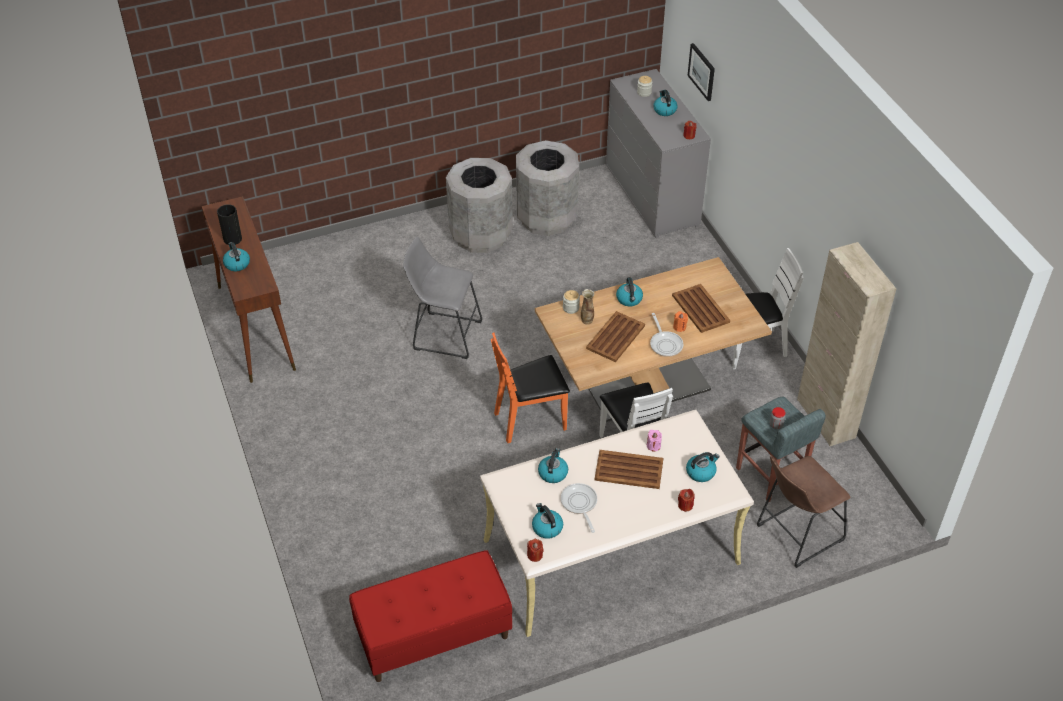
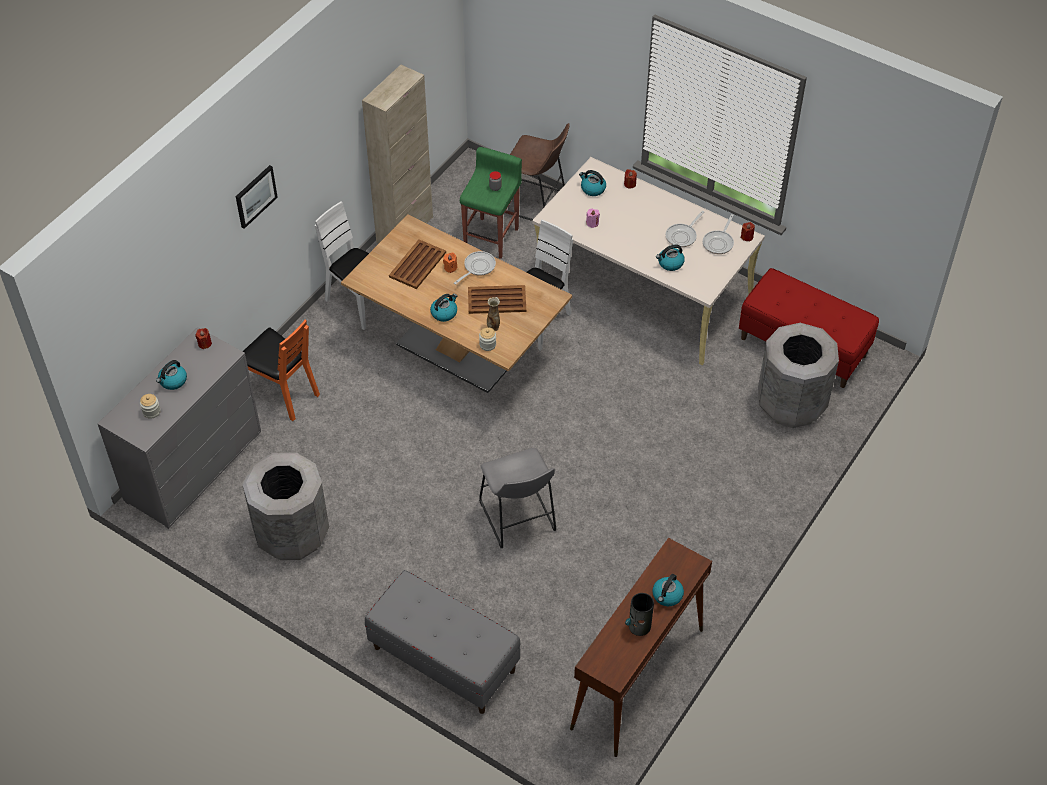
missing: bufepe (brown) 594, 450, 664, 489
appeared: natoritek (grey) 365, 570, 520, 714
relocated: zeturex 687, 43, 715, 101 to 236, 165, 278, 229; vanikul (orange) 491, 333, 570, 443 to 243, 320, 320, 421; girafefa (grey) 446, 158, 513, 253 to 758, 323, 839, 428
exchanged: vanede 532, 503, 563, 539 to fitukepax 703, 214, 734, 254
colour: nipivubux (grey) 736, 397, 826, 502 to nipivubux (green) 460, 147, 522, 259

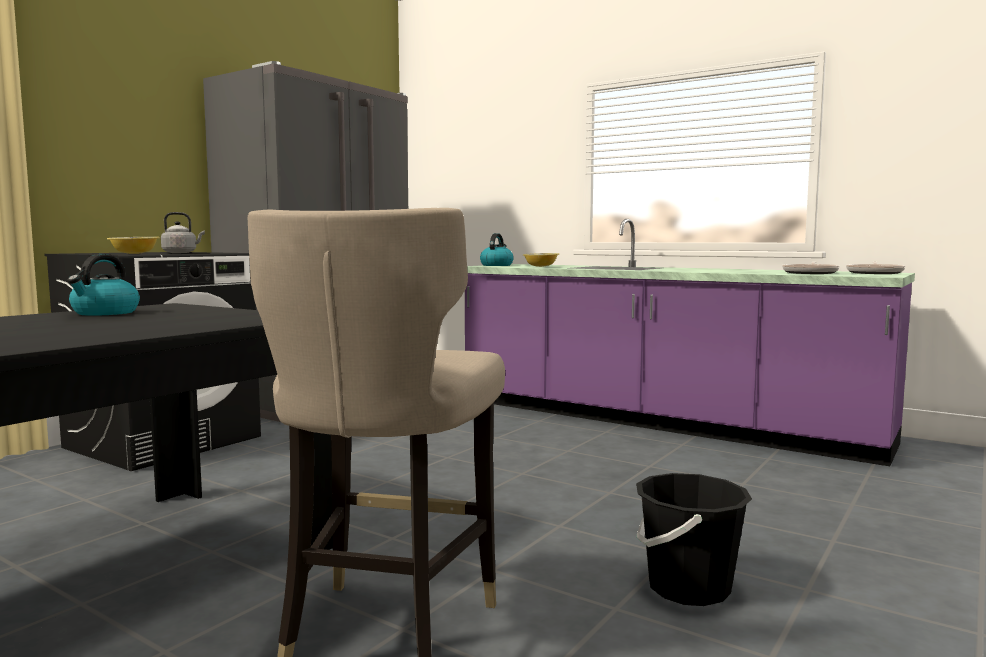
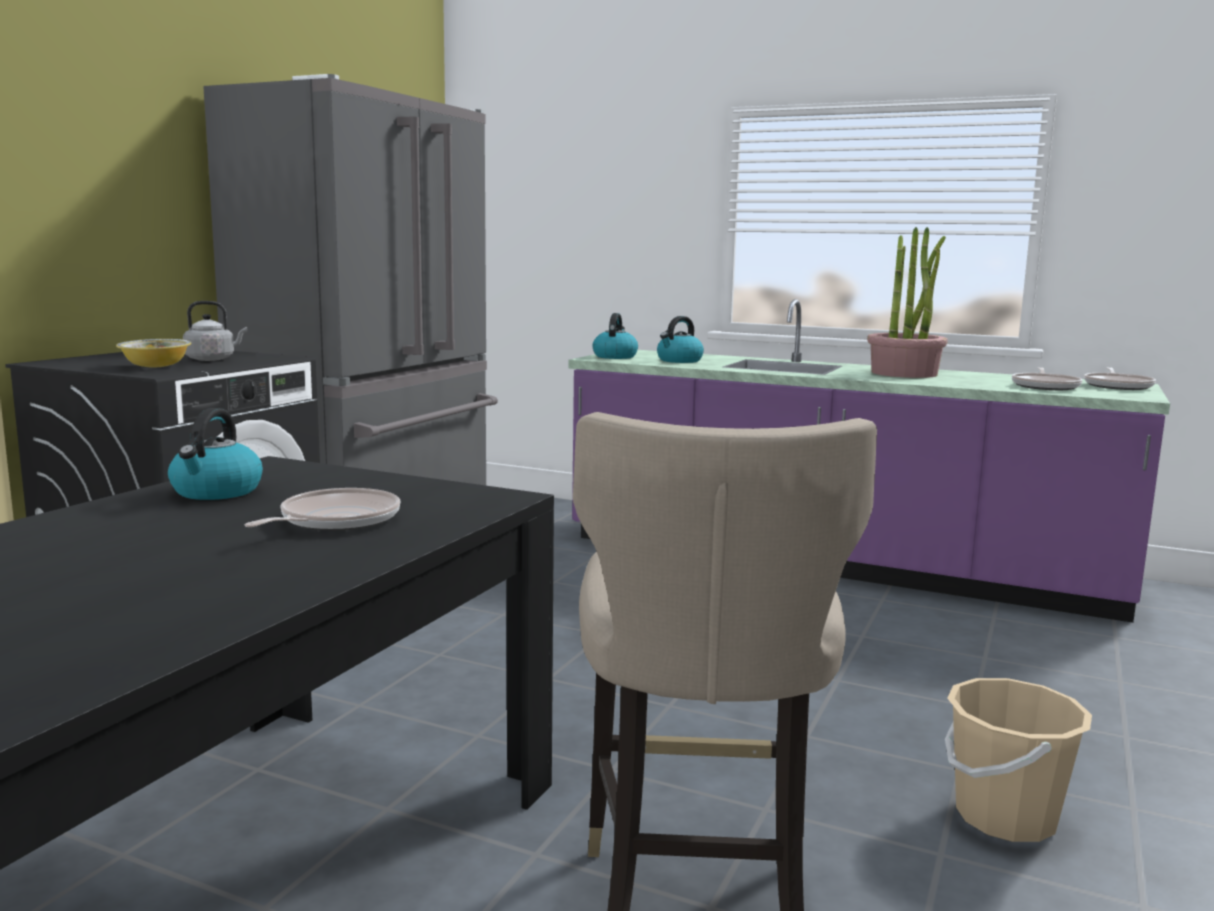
appeared: fitukepax 245, 488, 400, 531; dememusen 867, 227, 948, 378
exchanged: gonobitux 523, 253, 559, 267 to vanede 657, 316, 704, 363
colour: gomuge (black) 636, 473, 752, 606 to gomuge (beige) 945, 678, 1092, 842

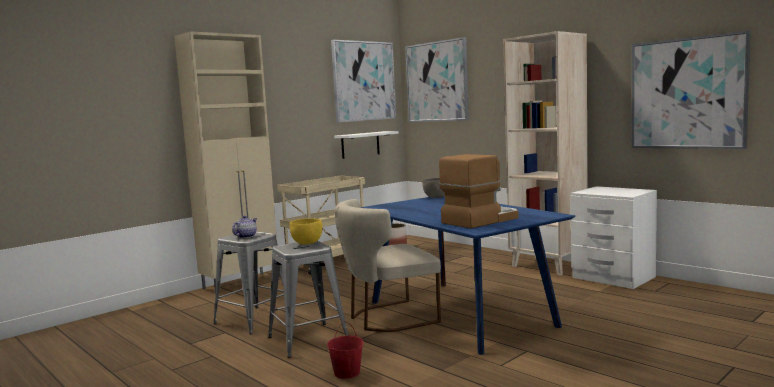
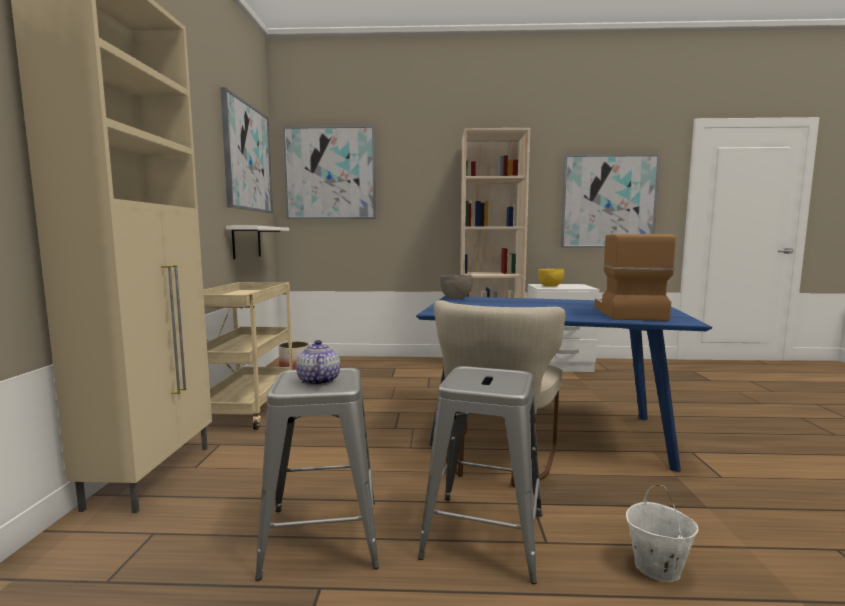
relocated: gonobitux (yellow) 290, 218, 322, 245 to 538, 269, 564, 287
colour: gomuge (red) 327, 321, 364, 379 to gomuge (white) 626, 485, 698, 582

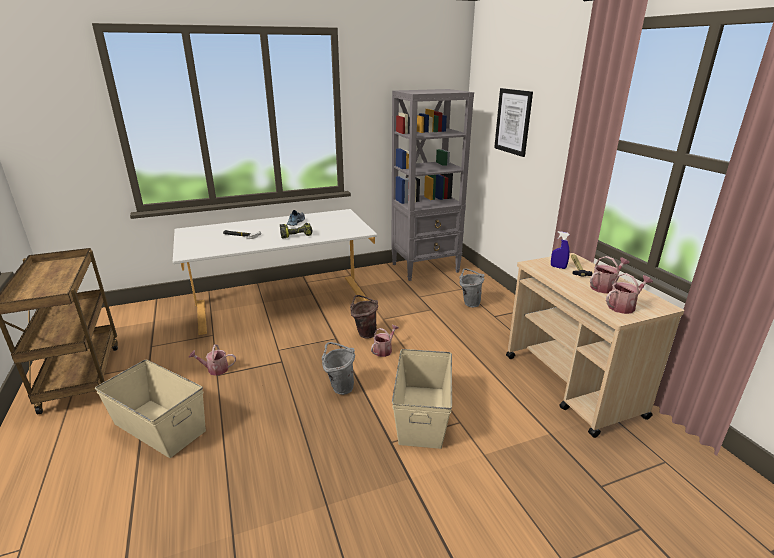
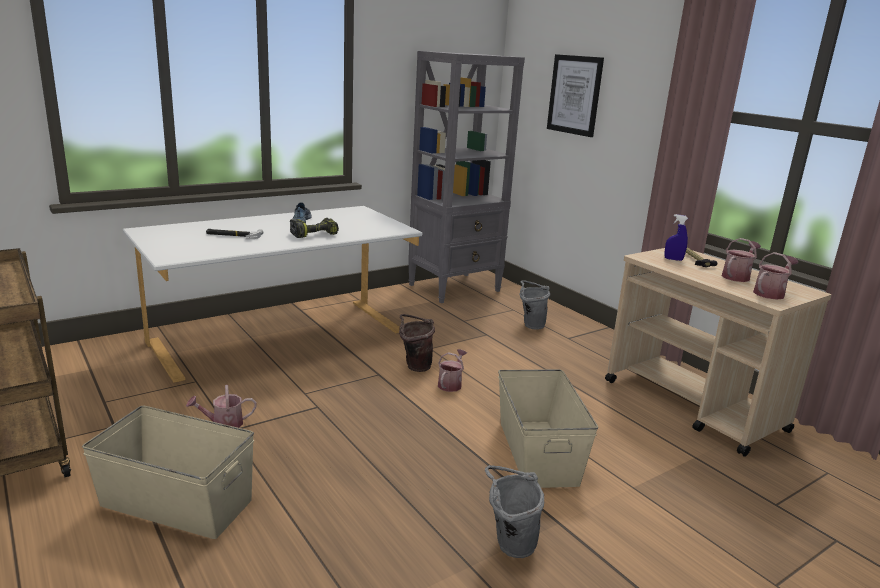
relocated: gomuge (grey) 322, 342, 355, 395 to 485, 465, 544, 558

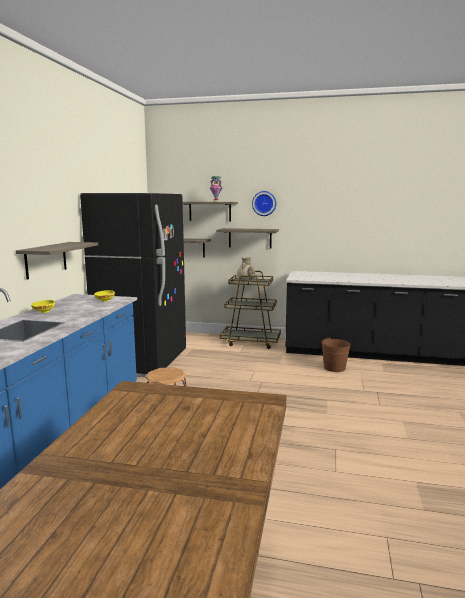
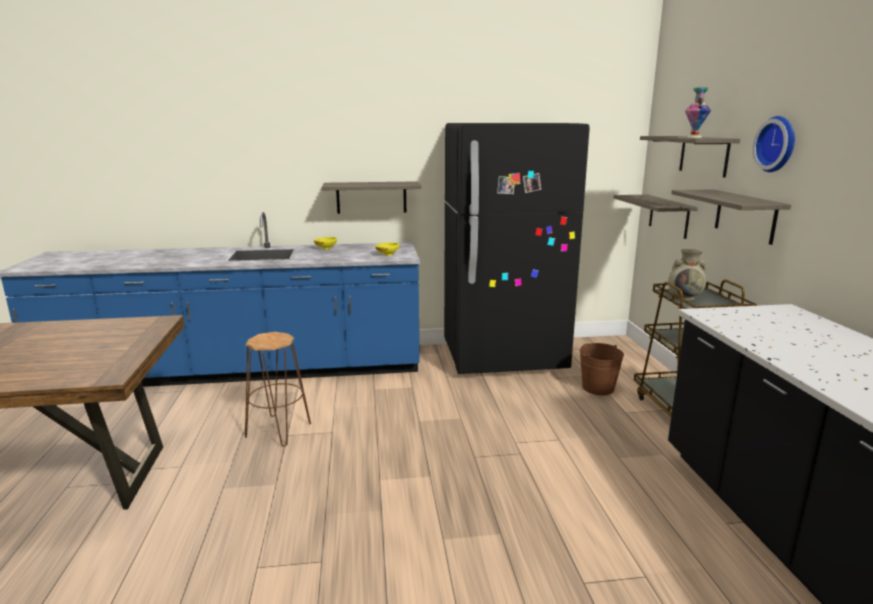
relocated: gomuge (brown) 321, 337, 351, 372 to 580, 343, 624, 395

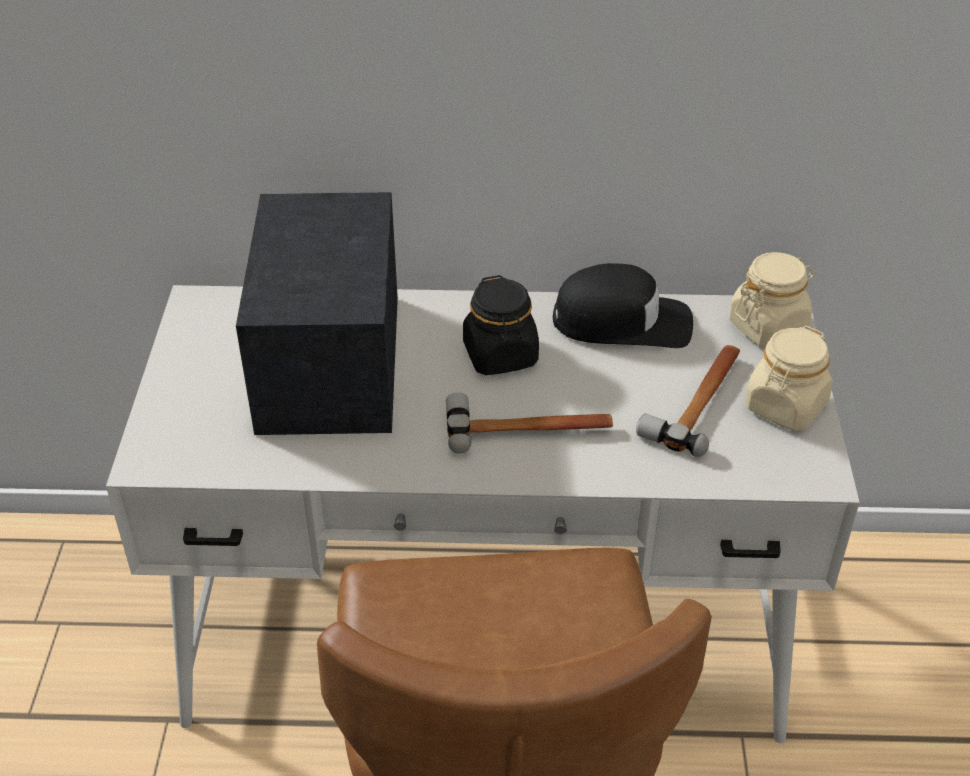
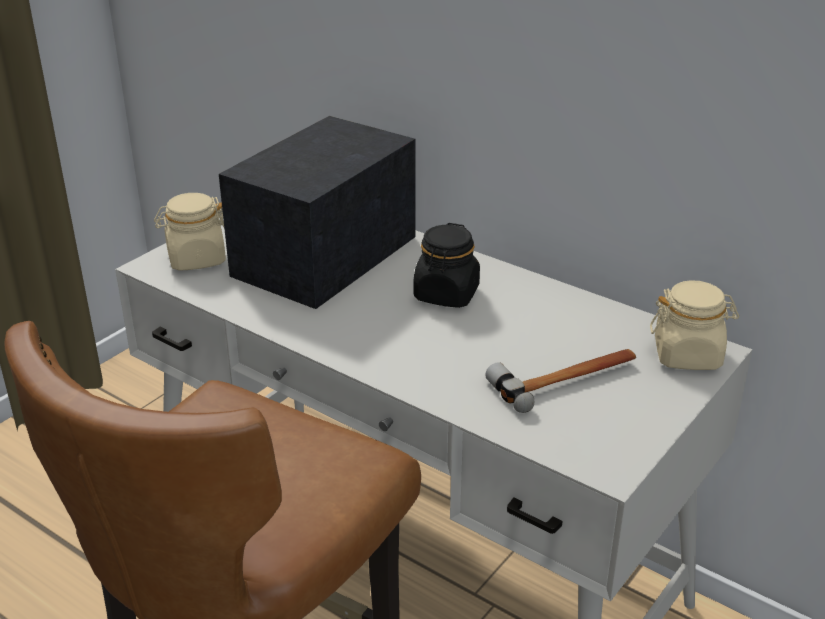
missing: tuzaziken 446, 392, 613, 454; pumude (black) 553, 263, 693, 348
relocated: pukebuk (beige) 745, 326, 833, 431 to 154, 193, 226, 271

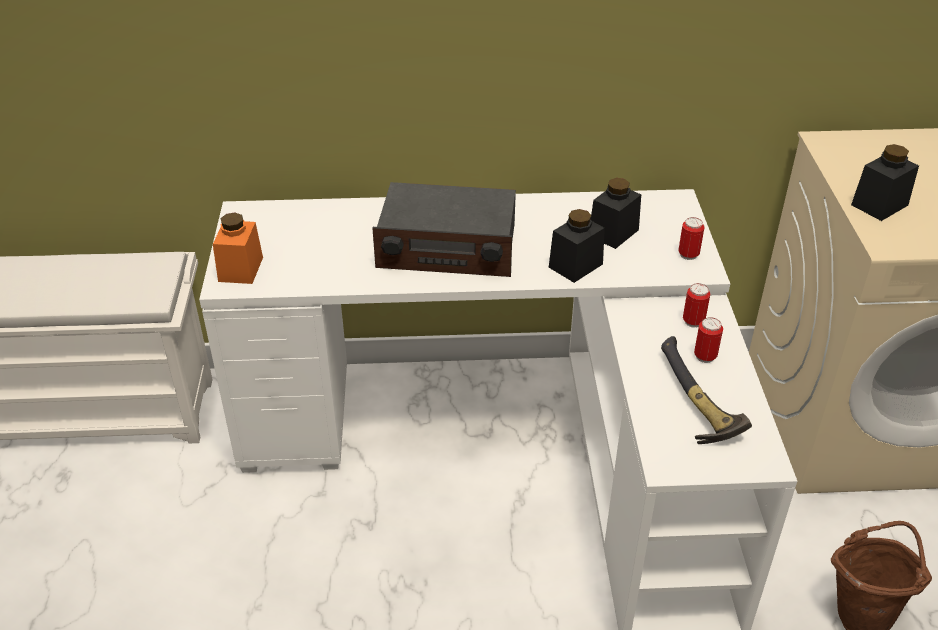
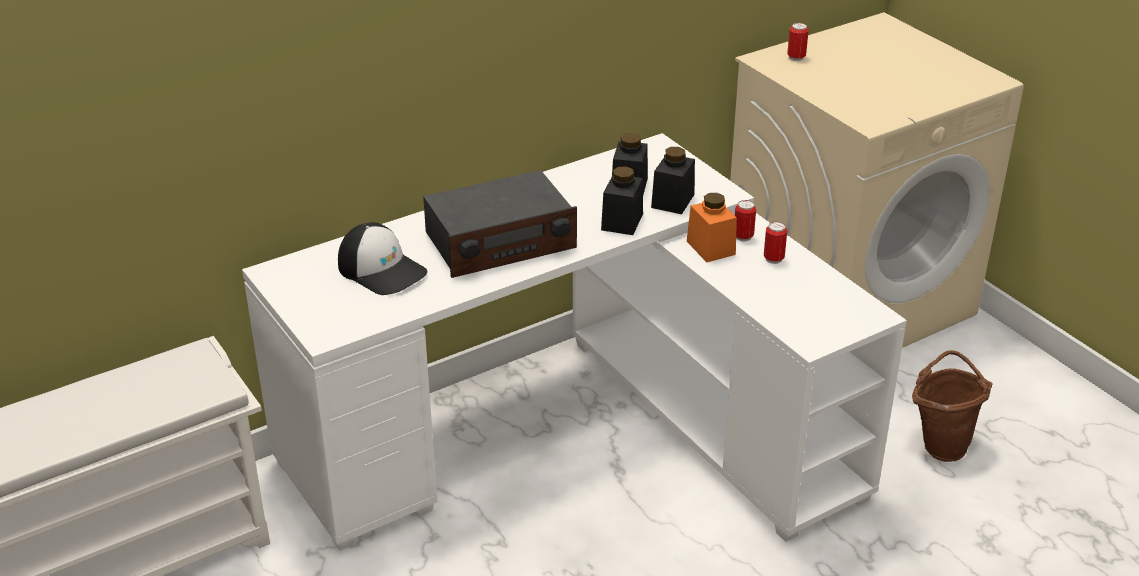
missing: tuzaziken 661, 336, 752, 444
appeared: pumude 338, 222, 428, 295
relocated: pukebuk (black) 851, 144, 919, 221 to 651, 147, 695, 214; pukebuk (orange) 213, 213, 263, 284 to 687, 193, 737, 262; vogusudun 678, 217, 705, 260 to 787, 23, 809, 61

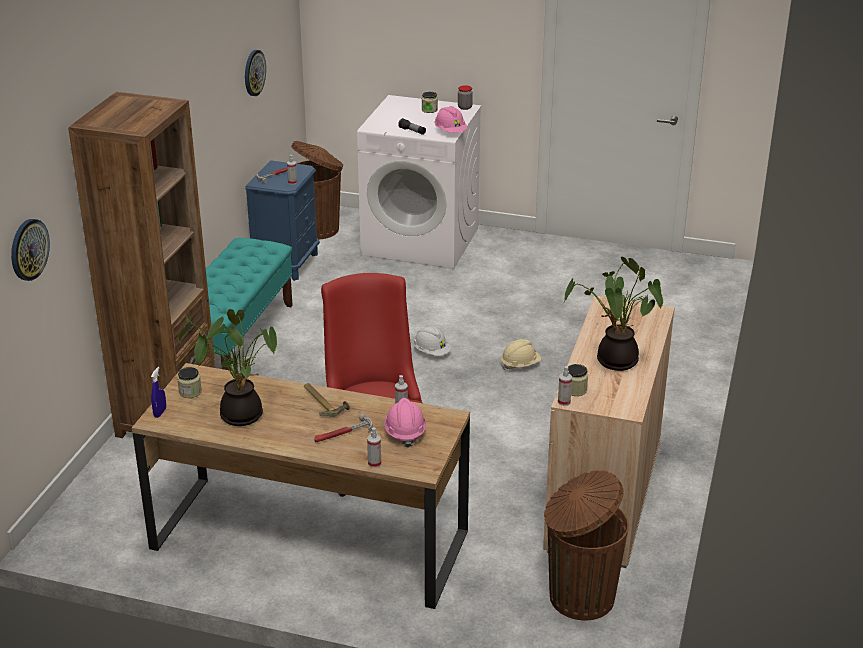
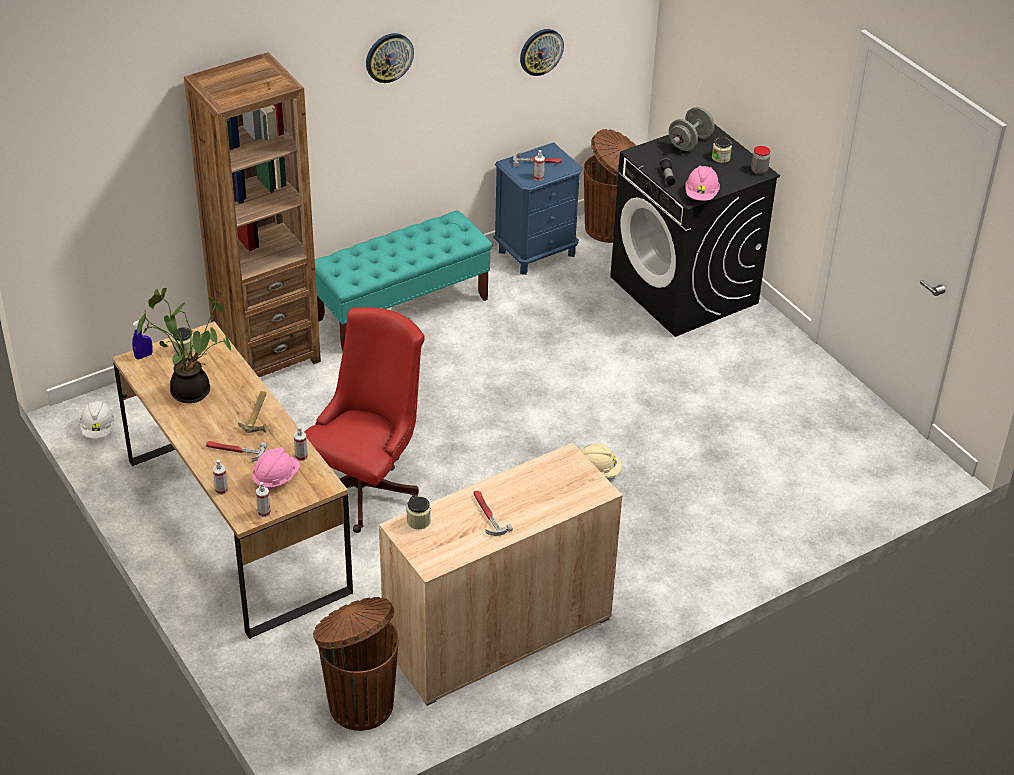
appeared: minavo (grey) 669, 107, 715, 151
relocated: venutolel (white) 413, 326, 452, 356 to 80, 401, 115, 439; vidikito 558, 366, 572, 406 to 256, 482, 271, 517; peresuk 11, 219, 50, 281 to 366, 33, 414, 83
exchanged: dememusen 564, 257, 663, 371 to tuzaziken 473, 491, 513, 536
colour: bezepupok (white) 357, 95, 481, 269 to bezepupok (black) 610, 125, 780, 337

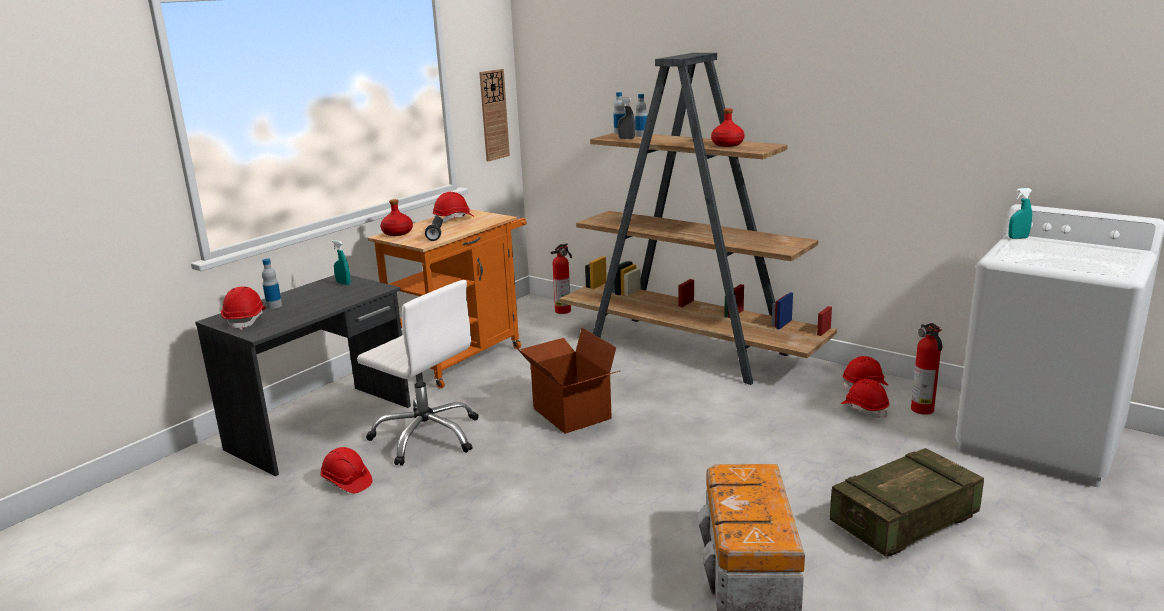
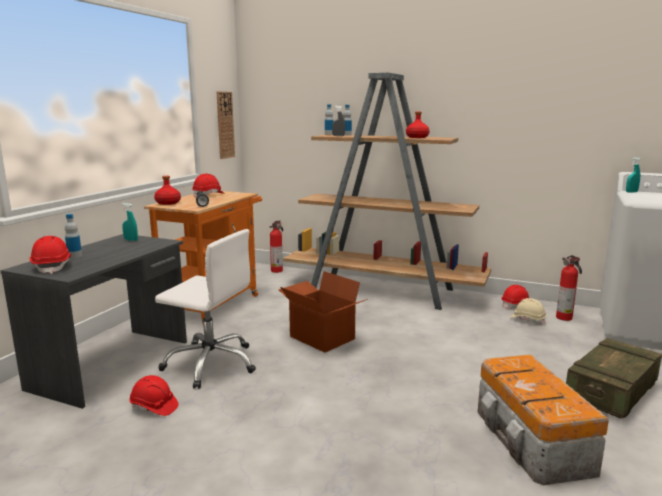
colour: venutolel (red) 841, 379, 890, 418 to venutolel (beige) 510, 298, 546, 325

